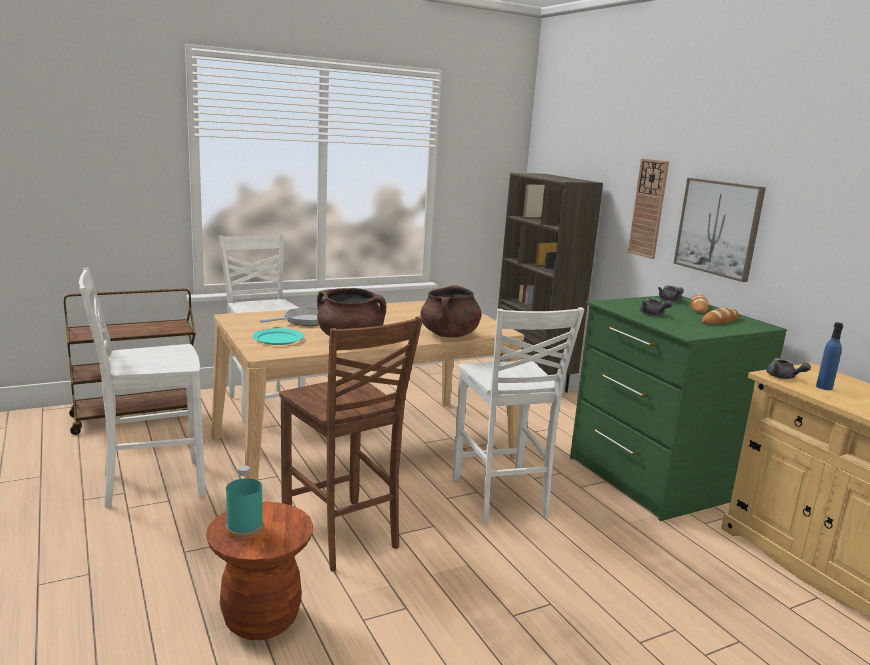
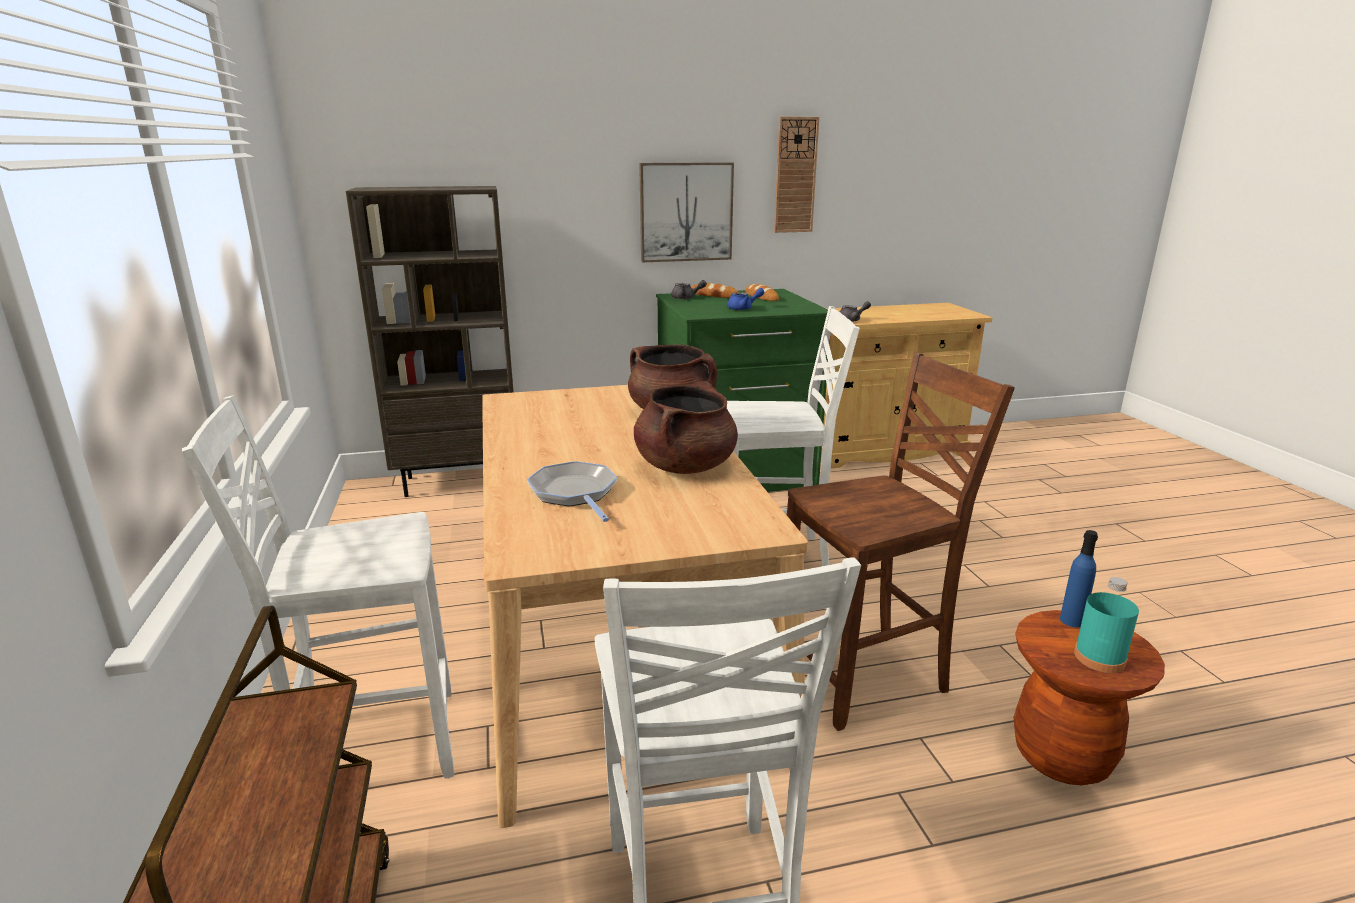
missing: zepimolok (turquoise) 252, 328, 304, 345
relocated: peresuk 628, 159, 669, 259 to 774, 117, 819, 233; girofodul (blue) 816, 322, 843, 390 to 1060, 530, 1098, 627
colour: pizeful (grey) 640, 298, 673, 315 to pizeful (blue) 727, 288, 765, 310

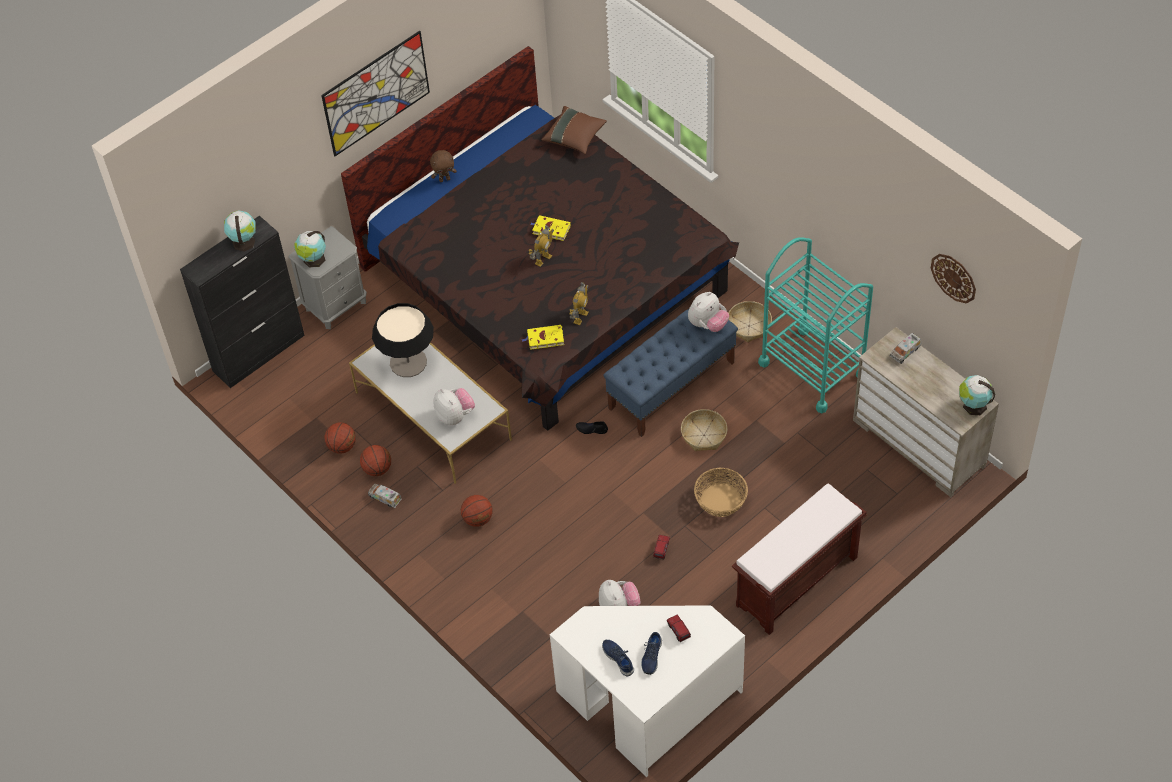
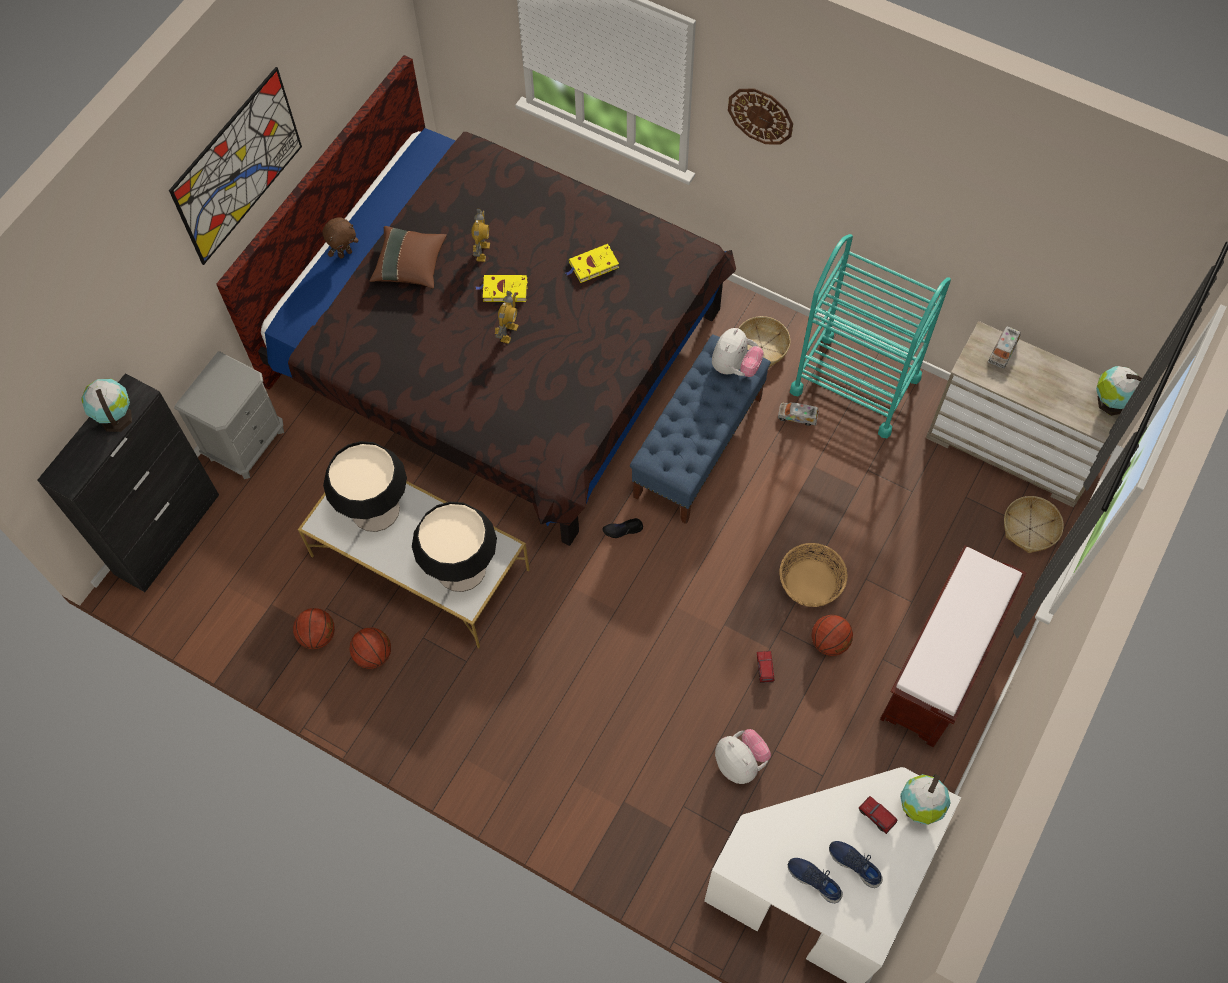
relocated: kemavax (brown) 541, 106, 607, 154 to 369, 226, 447, 289; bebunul 569, 282, 589, 325 to 471, 209, 490, 262; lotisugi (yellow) 521, 325, 564, 350 to 566, 244, 619, 283; peresuk 931, 254, 976, 304 to 728, 88, 793, 144; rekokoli 368, 484, 402, 508 to 778, 402, 818, 426; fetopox 461, 495, 493, 527 to 812, 615, 853, 656; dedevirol 294, 231, 326, 268 to 900, 774, 951, 825; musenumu 681, 409, 727, 451 to 1004, 496, 1064, 553
exchanged: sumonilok 433, 388, 475, 425 to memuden 412, 502, 497, 592
spun: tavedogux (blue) 641, 632, 662, 675 = 829, 841, 883, 888 135 degrees clockwise

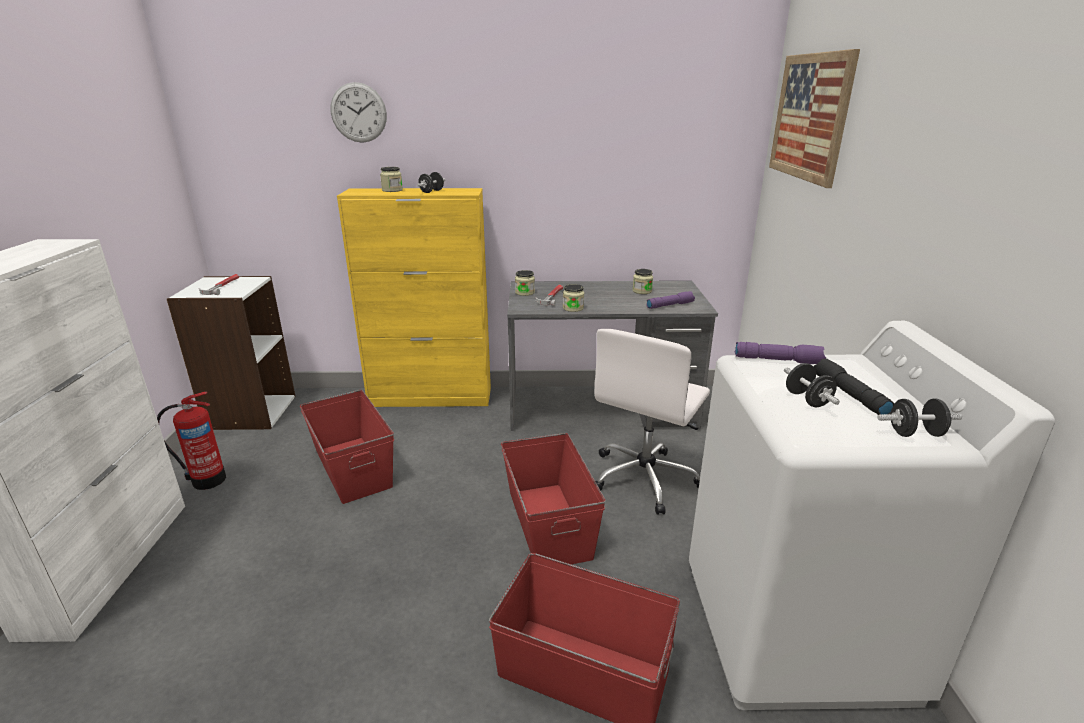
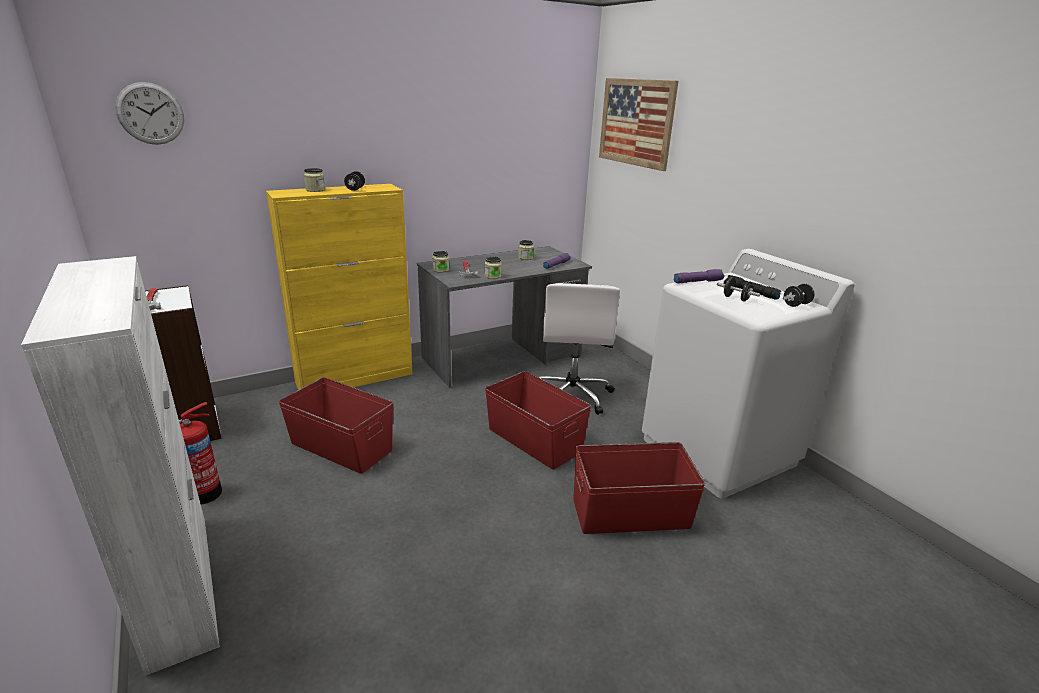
relocated: peresuk 330, 82, 387, 143 to 115, 82, 184, 145

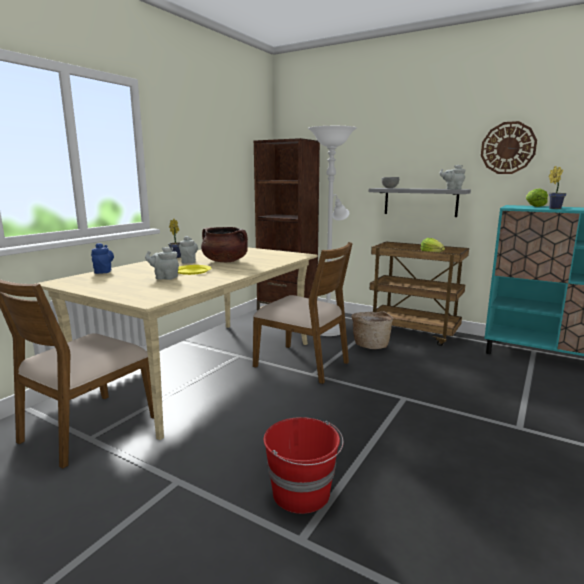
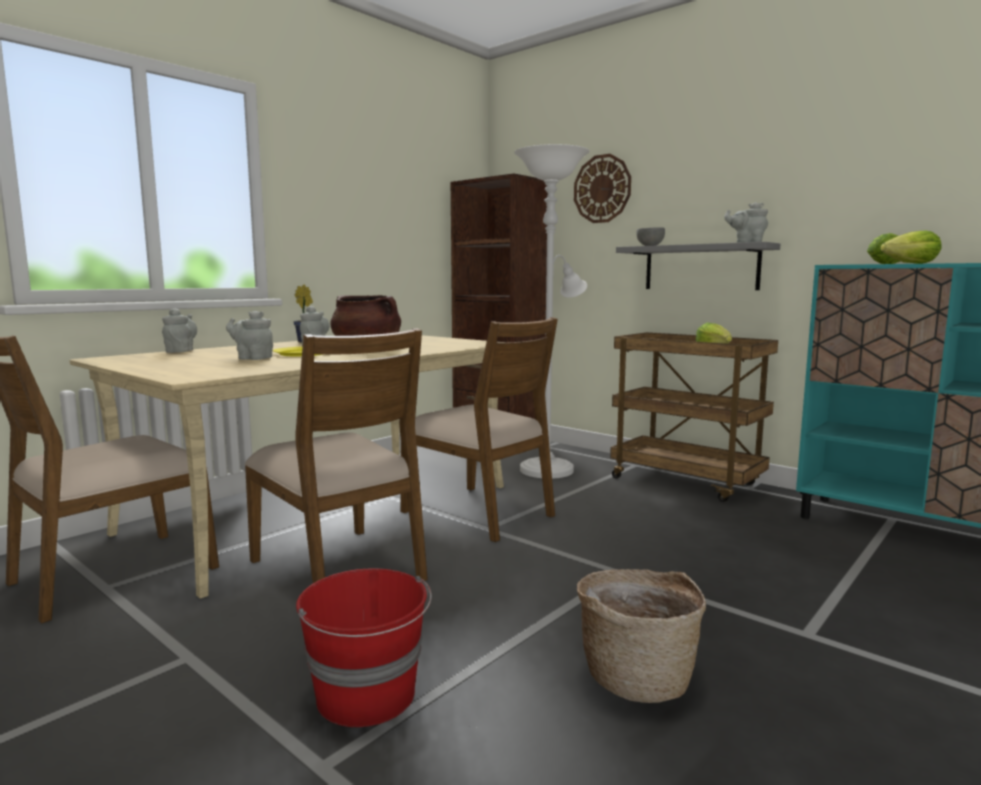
appeared: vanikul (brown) 244, 328, 428, 583
relocated: peresuk 481, 121, 537, 174 to 574, 154, 631, 223; musenumu 351, 311, 393, 349 to 577, 569, 706, 703
exchanged: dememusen 548, 166, 566, 209 to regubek 881, 231, 942, 264
colour: pizeful (blue) 91, 243, 114, 274 to pizeful (grey) 162, 308, 197, 353

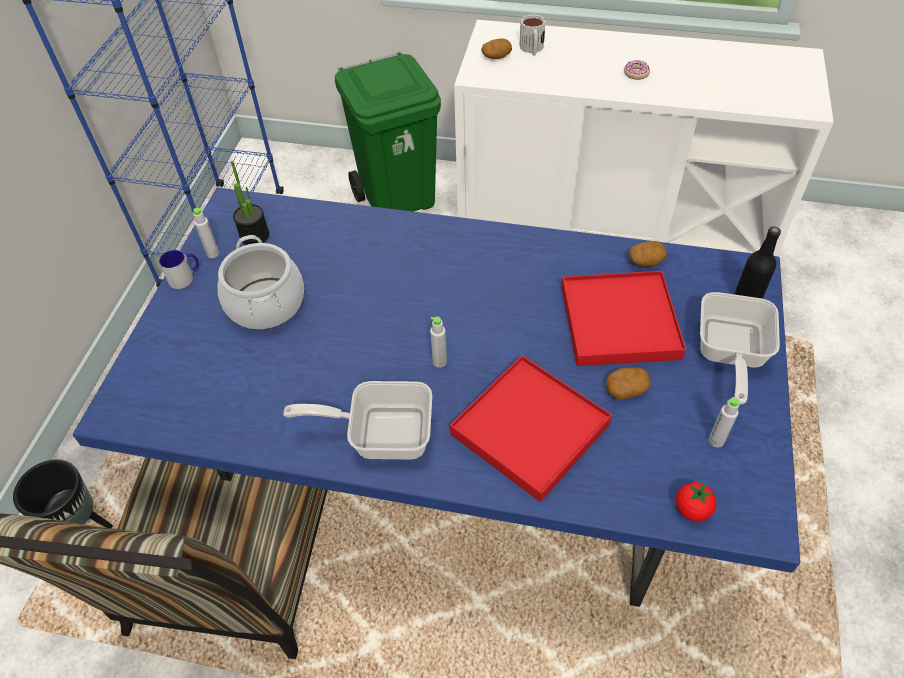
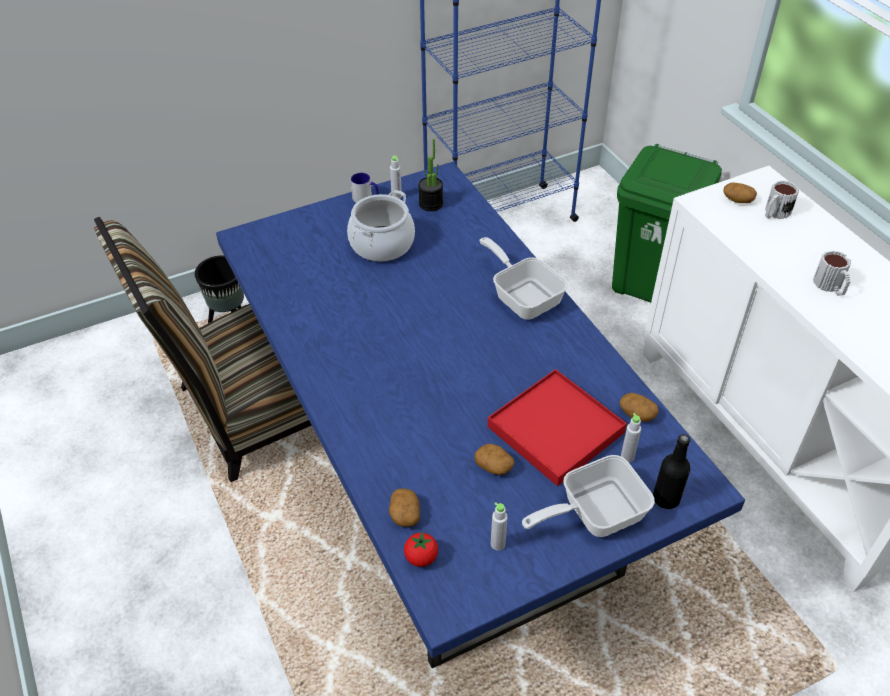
missing: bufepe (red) 450, 355, 612, 502
appeared: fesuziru 389, 488, 420, 527
relocated: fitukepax 283, 381, 432, 459 to 479, 237, 568, 320; girofodul (grey) 430, 317, 447, 368 to 621, 413, 641, 462
exchanged: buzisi 624, 60, 650, 80 to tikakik 813, 250, 851, 296

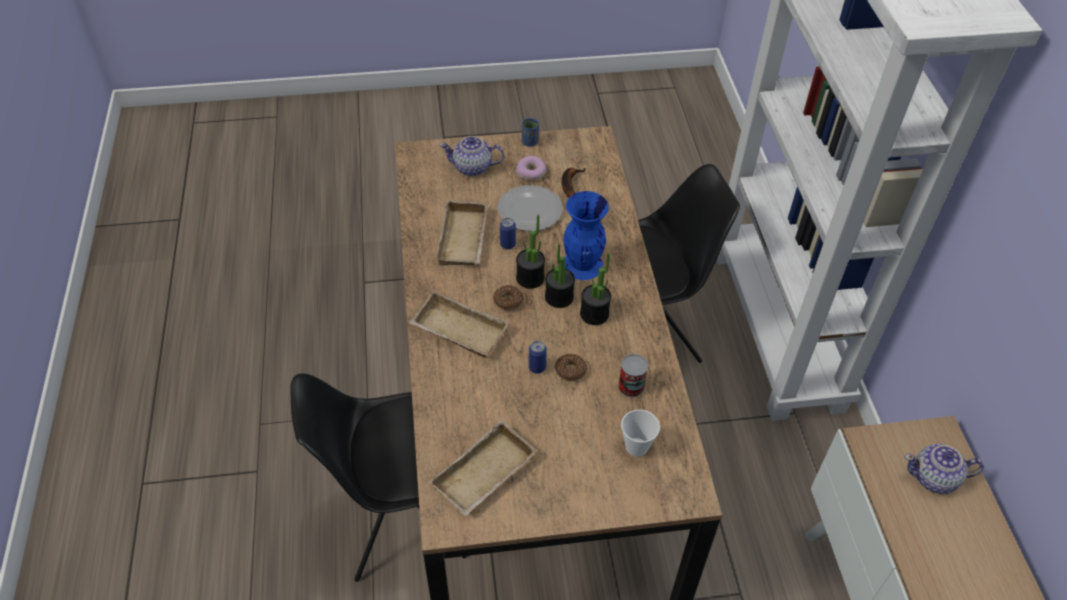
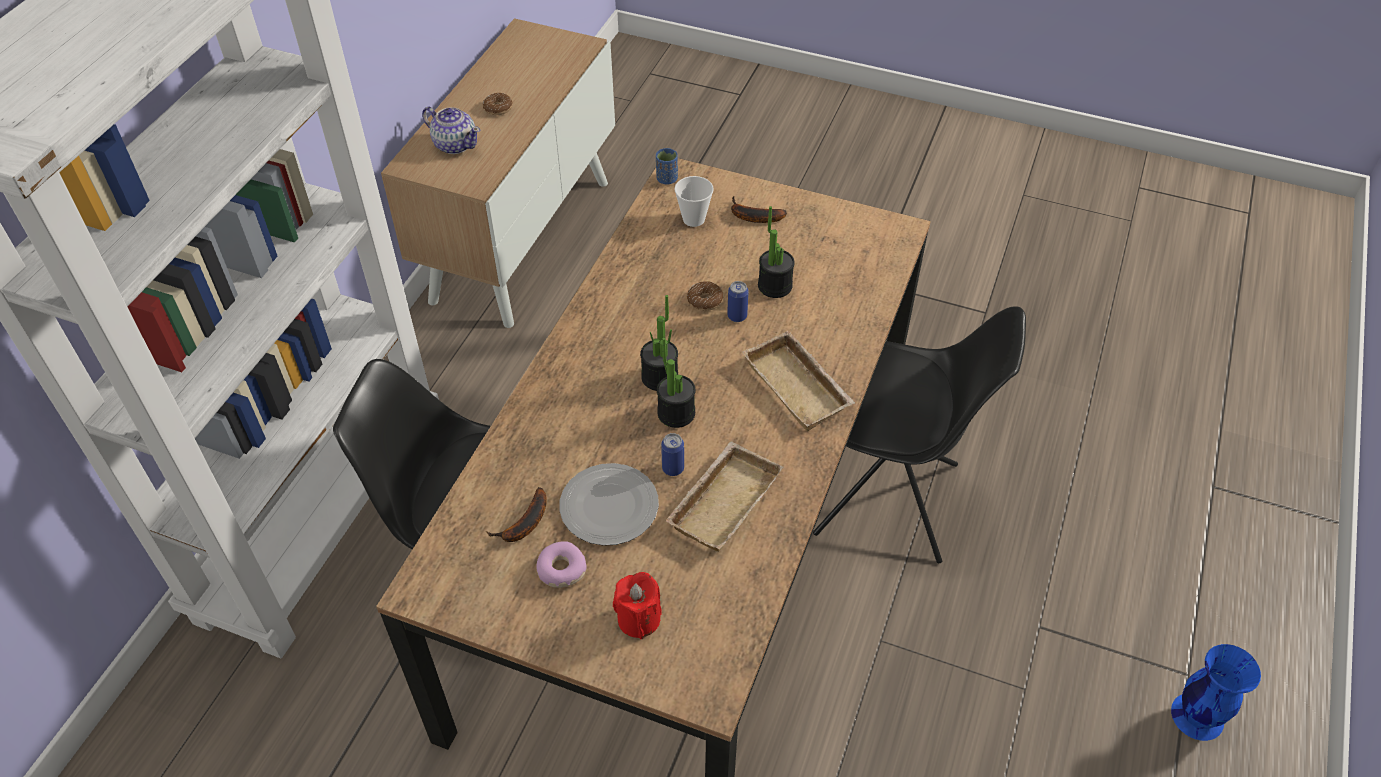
missing: bufepe (beige) 429, 420, 538, 516; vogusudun 618, 354, 648, 397
appeared: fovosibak 731, 196, 787, 223
relocated: buzisi 493, 285, 523, 311 to 483, 93, 513, 115; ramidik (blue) 522, 118, 539, 147 to 656, 148, 678, 185; dememusen 580, 253, 611, 325 to 758, 206, 795, 298; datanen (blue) 563, 191, 609, 280 to 1171, 644, 1261, 741
exchanged: pizeful 439, 136, 504, 176 to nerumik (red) 613, 572, 662, 639

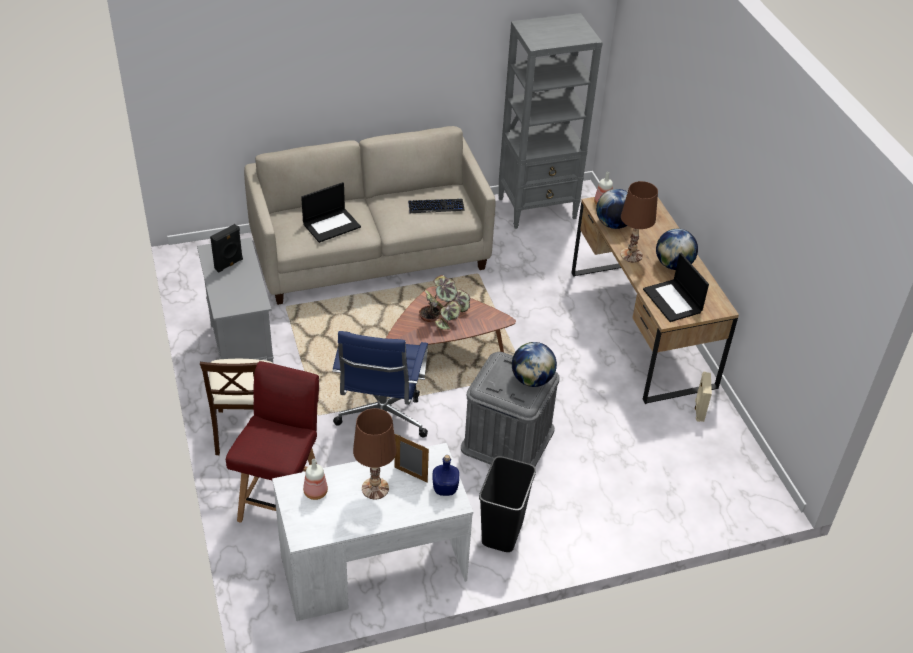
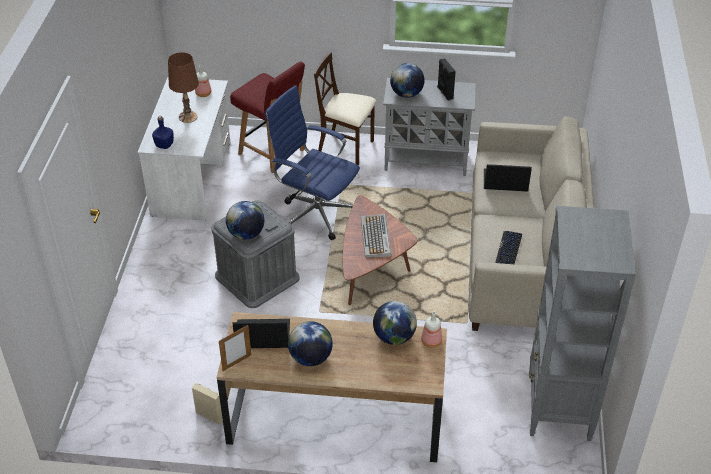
missing: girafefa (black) 479, 456, 536, 552; memuden (brown) 621, 181, 658, 262
appeared: dedevirol 390, 63, 425, 98
relocated: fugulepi 394, 434, 429, 483 to 219, 325, 251, 371
exchanged: dememusen 419, 275, 470, 330 to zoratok 361, 214, 391, 258
spun: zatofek 301, 182, 361, 243 = 484, 164, 532, 192 105 degrees clockwise

